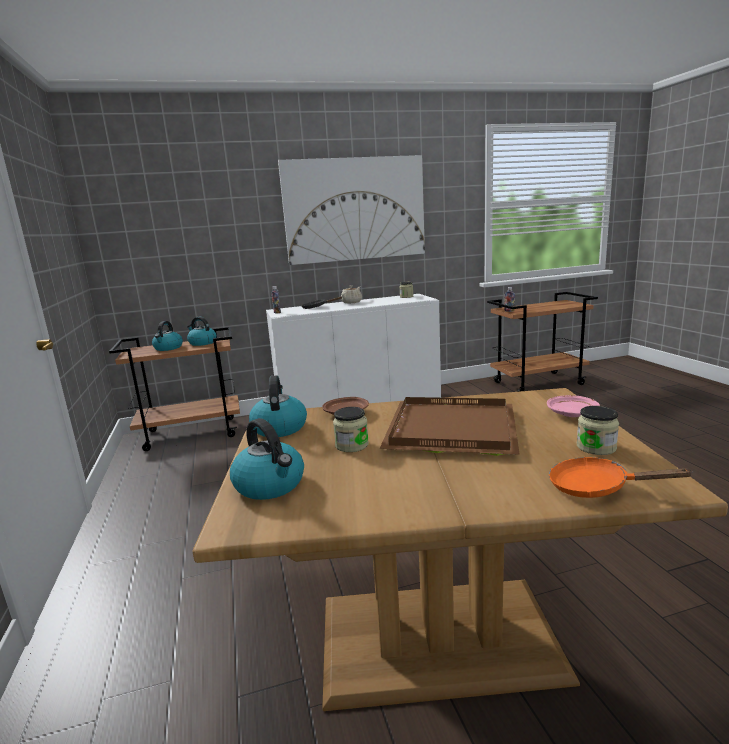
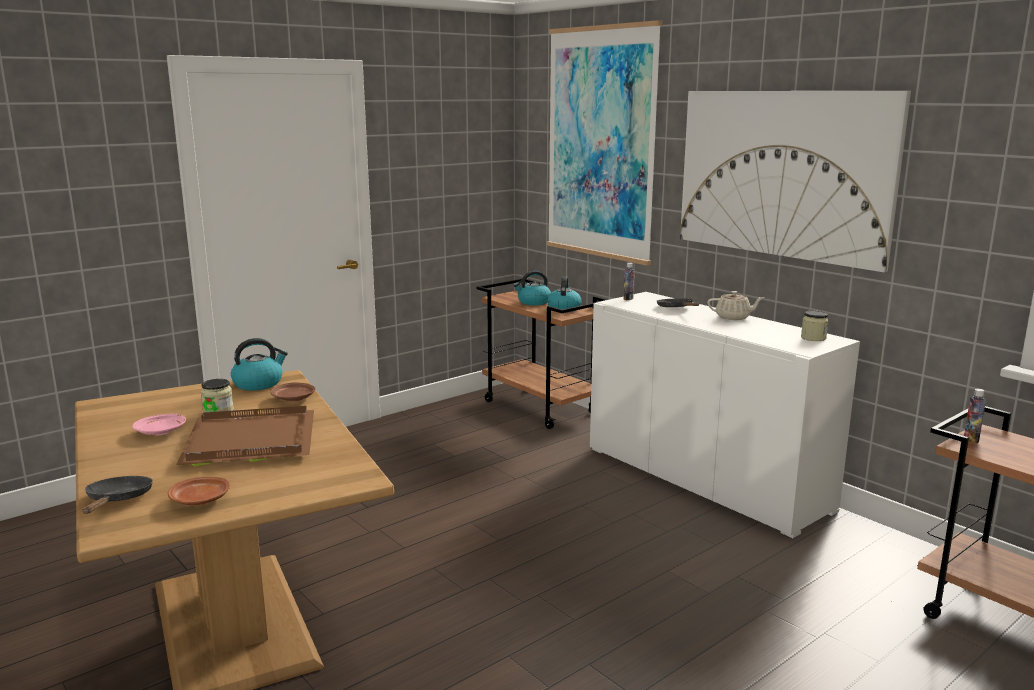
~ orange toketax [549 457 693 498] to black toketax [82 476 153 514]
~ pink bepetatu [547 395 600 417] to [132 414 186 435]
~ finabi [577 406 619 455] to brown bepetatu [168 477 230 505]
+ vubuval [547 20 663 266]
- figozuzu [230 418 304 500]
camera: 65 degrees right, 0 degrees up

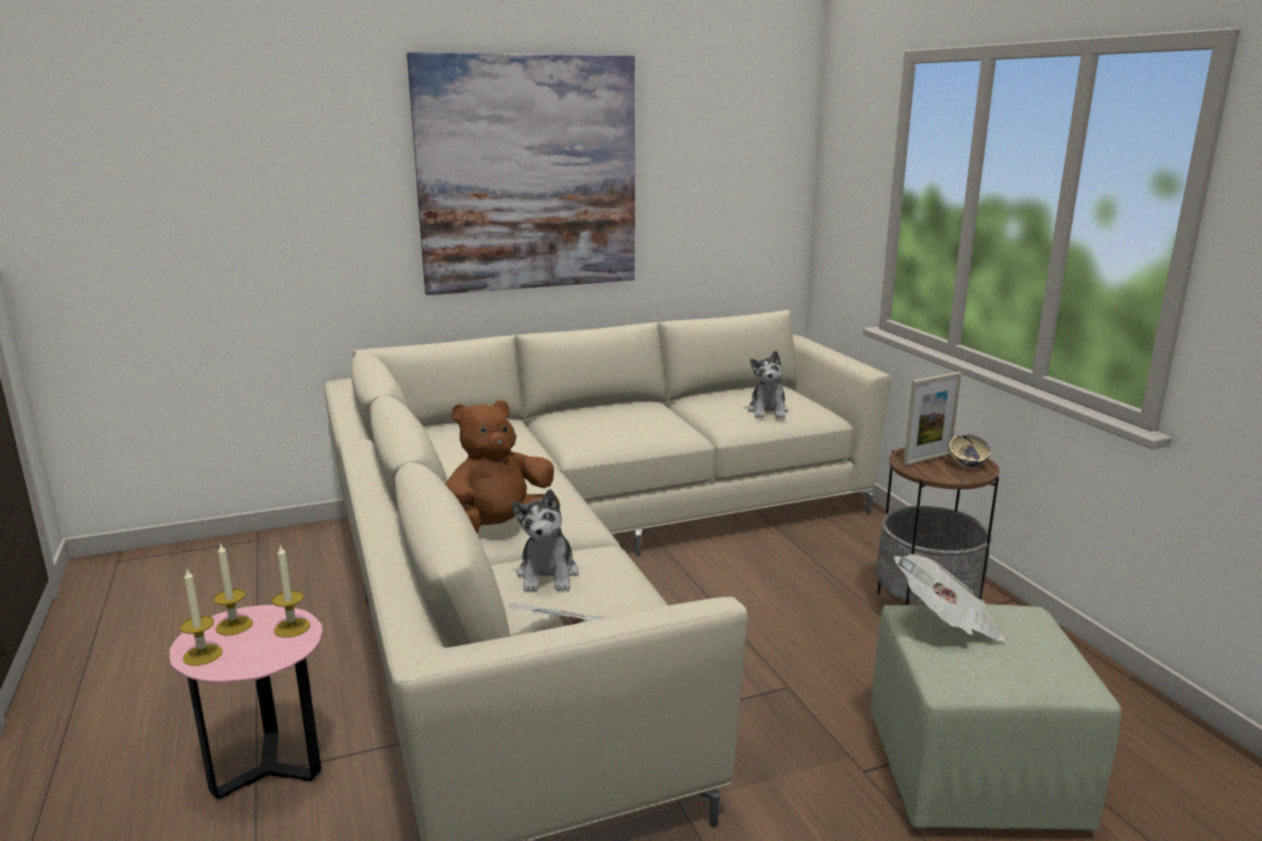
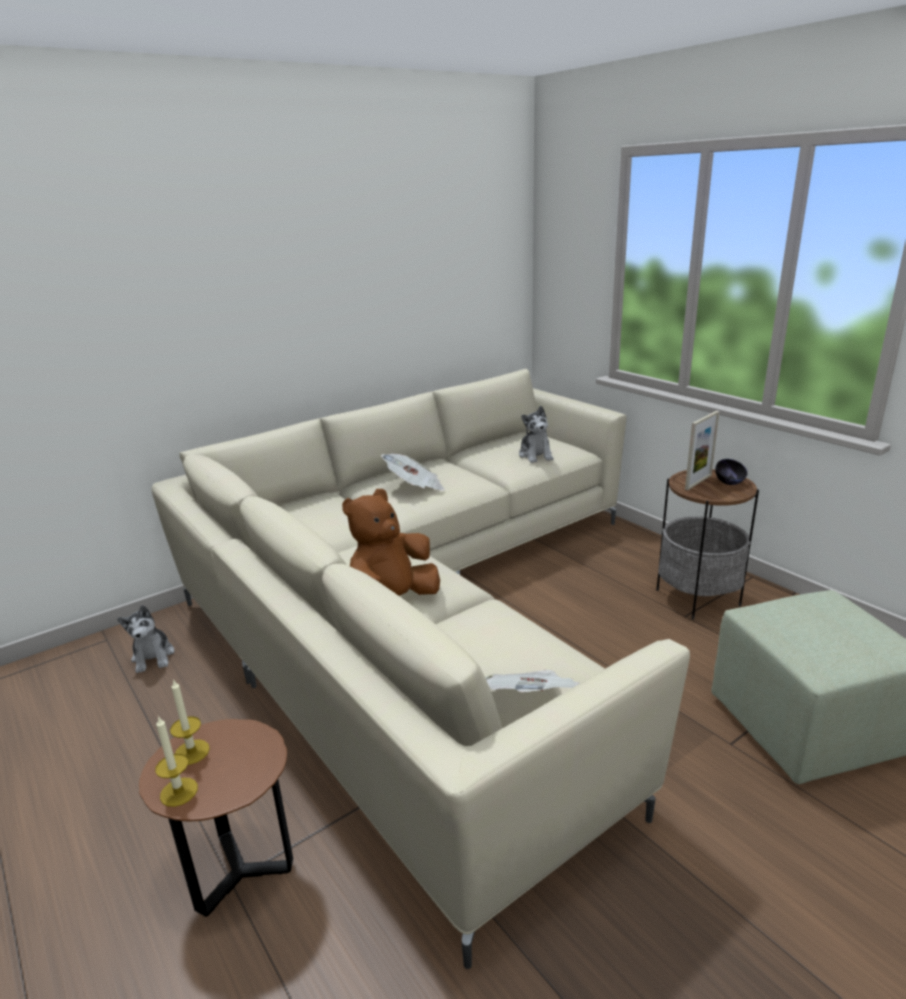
~ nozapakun [512 489 579 592] to [117 605 175 673]
~ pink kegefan [169 605 323 799] to brown kegefan [139 719 293 917]
~ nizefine [894 554 1006 642] to [381 454 445 491]
~ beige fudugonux [949 434 990 468] to black fudugonux [715 459 748 485]
- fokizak [272 544 310 638]
- vubuval [407 52 635 295]
camera: 15 degrees left, 5 degrees up

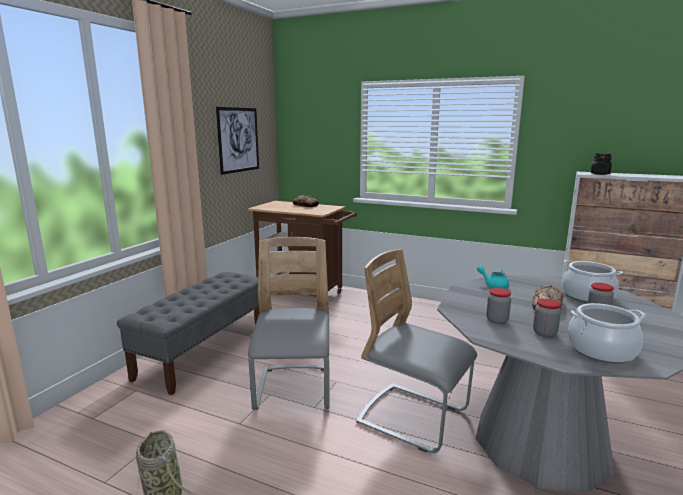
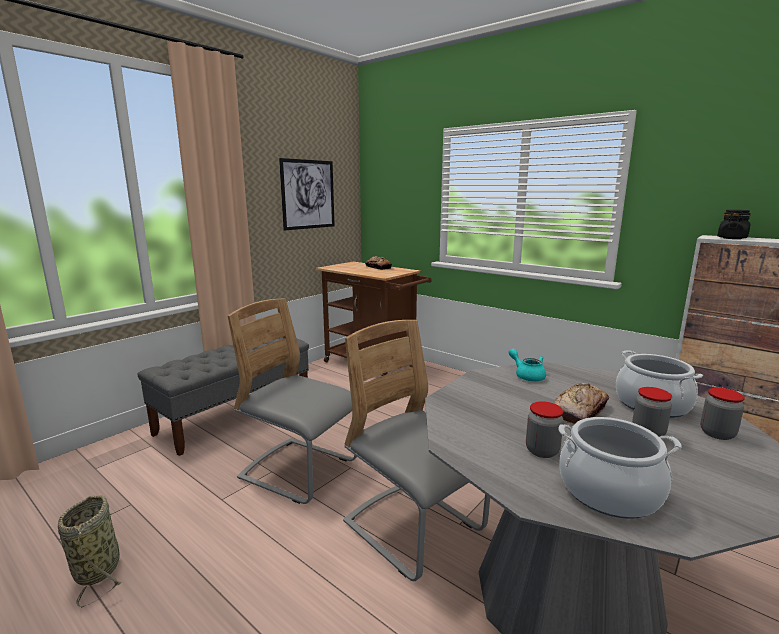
~ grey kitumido [248 237 330 410] = [228 298 357 504] 75 degrees counterclockwise
~ finabi [486 288 511 324] to [701 388 745 440]
camera: 15 degrees right, 0 degrees up

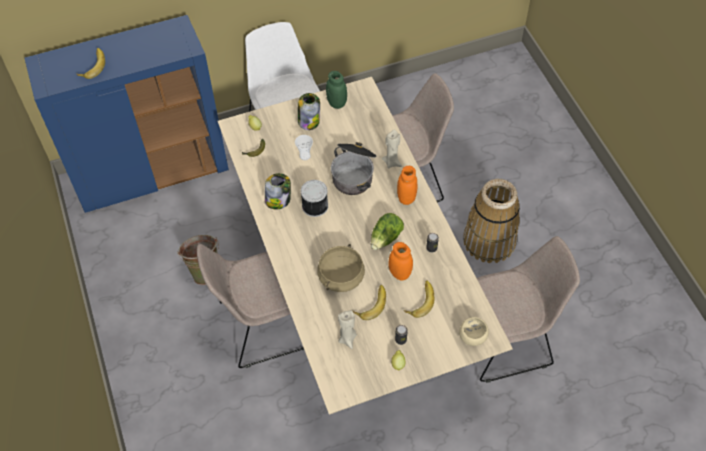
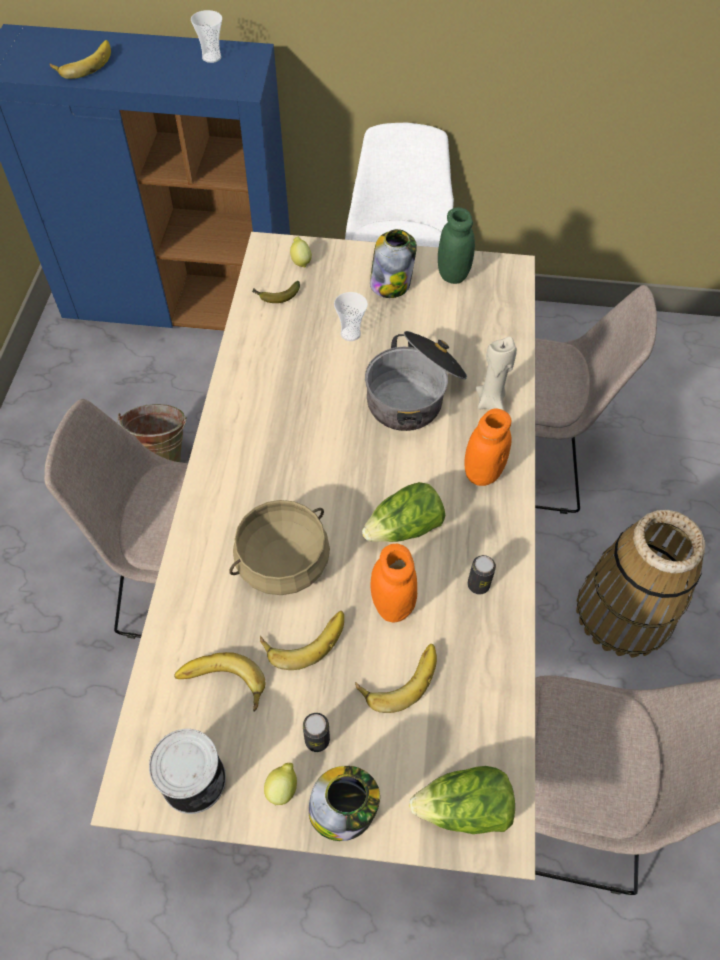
~ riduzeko [301 180 328 217] to [149 729 226 814]
~ beige fokizak [338 310 357 349] to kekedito [174 652 265 712]
+ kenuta [191 10 222 63]
~ finabi [265 173 291 210] to [308 766 380 841]
~ beige fudugonux [459 317 489 346] to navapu [409 766 515 834]
camera: 25 degrees right, 0 degrees up

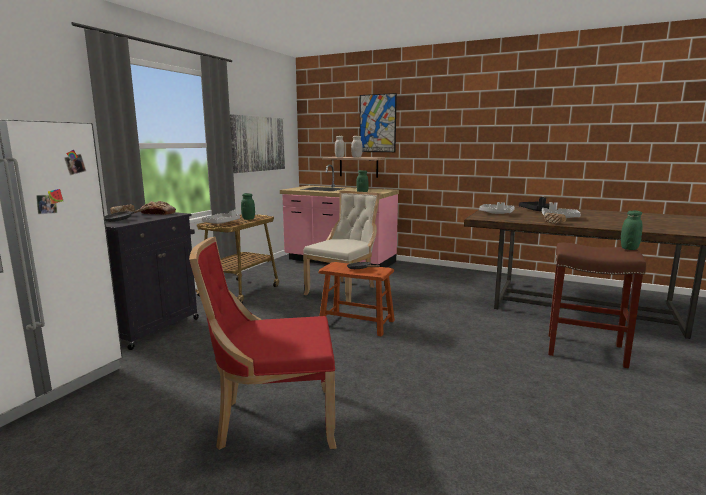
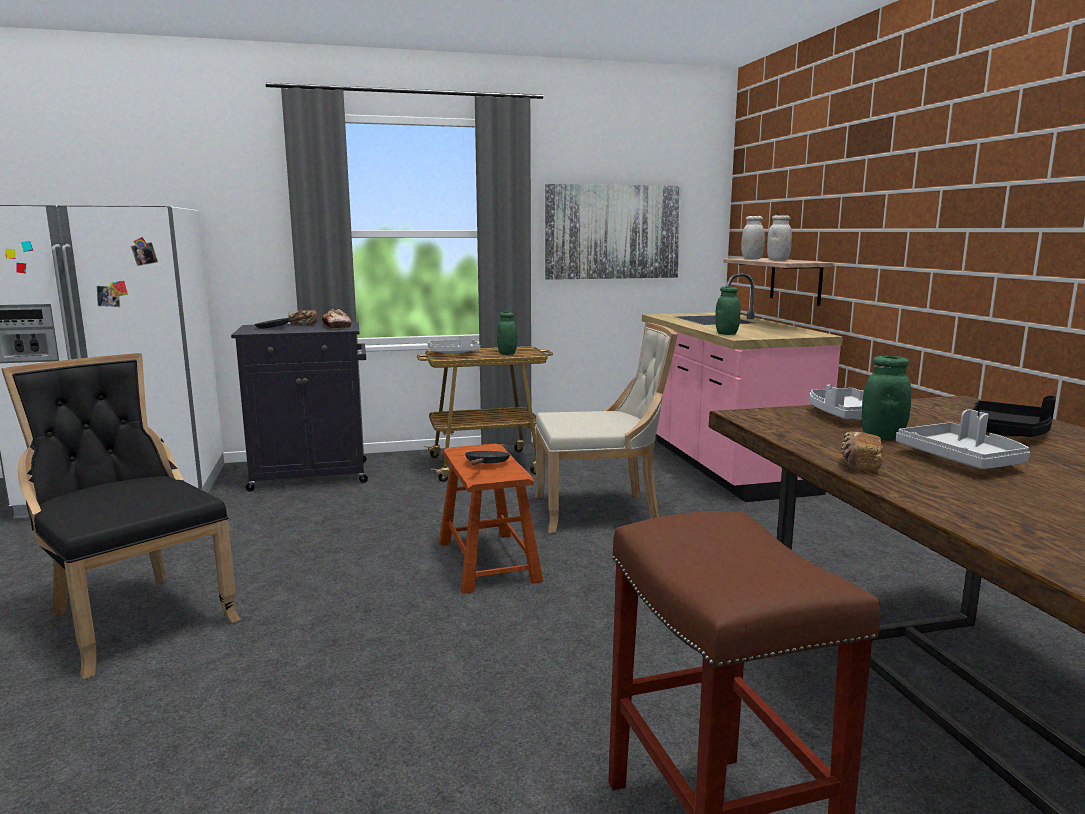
~ red kitumido [189 237 336 450] to black kitumido [1 353 241 679]
~ green finabi [621 211 643 250] to [861 356 911 440]
- vubuval [360 93 397 152]
camera: 50 degrees right, 0 degrees up

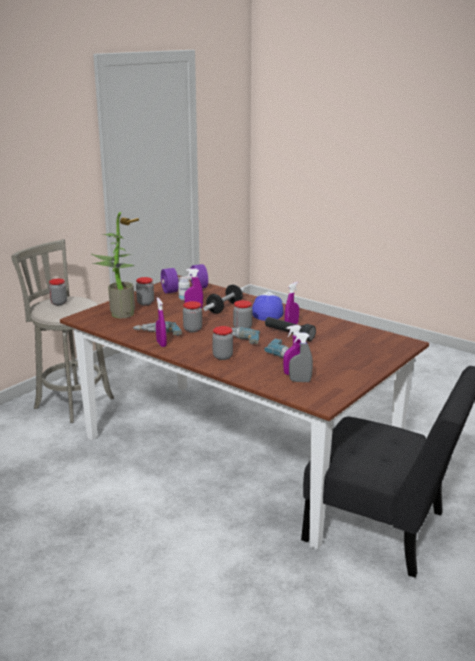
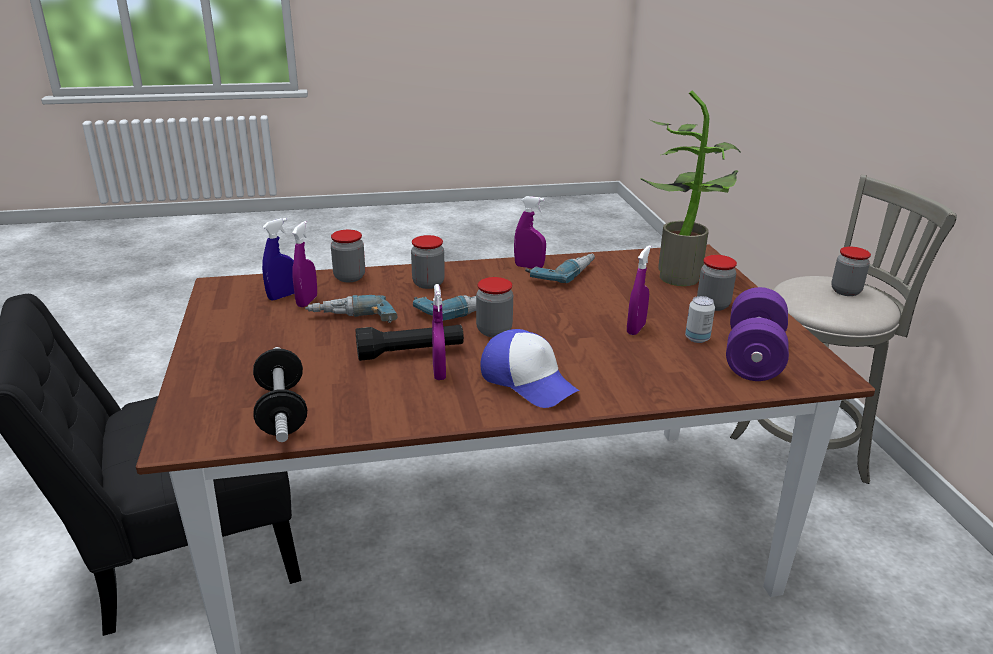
~ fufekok [203 285 245 314] to [253 347 307 442]
~ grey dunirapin [289 332 313 382] to blue dunirapin [262 218 294 301]
~ finabi [183 301 202 332] to [331 230 365 282]
camera: 130 degrees right, 5 degrees up

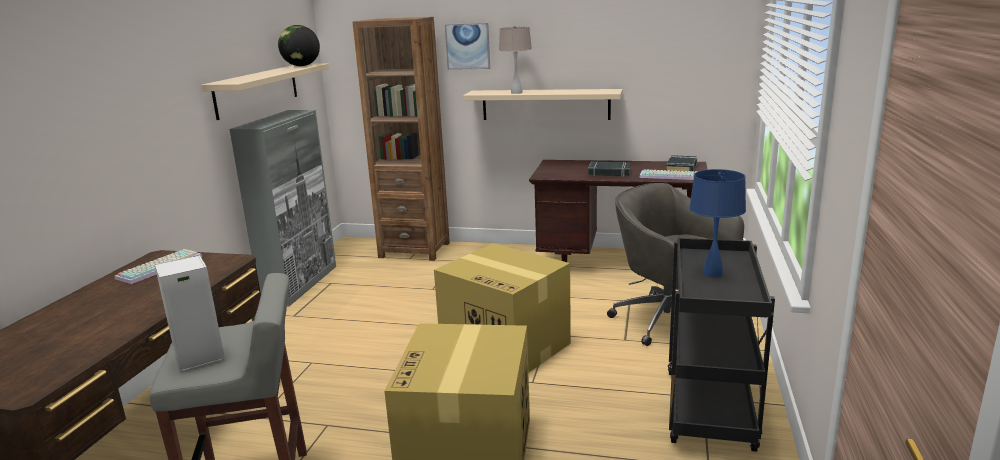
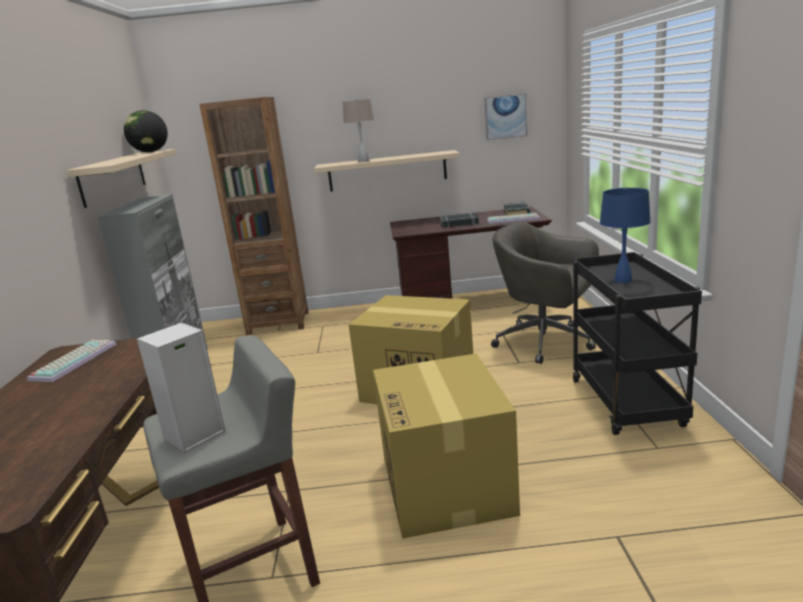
~ vubuval [445 23 490 70] to [485 93 527 140]
camera: 15 degrees left, 0 degrees up

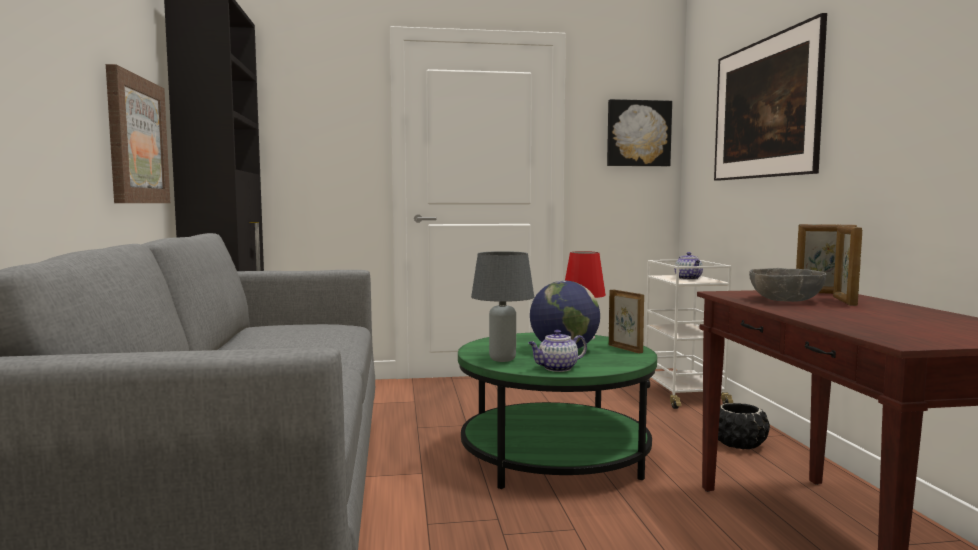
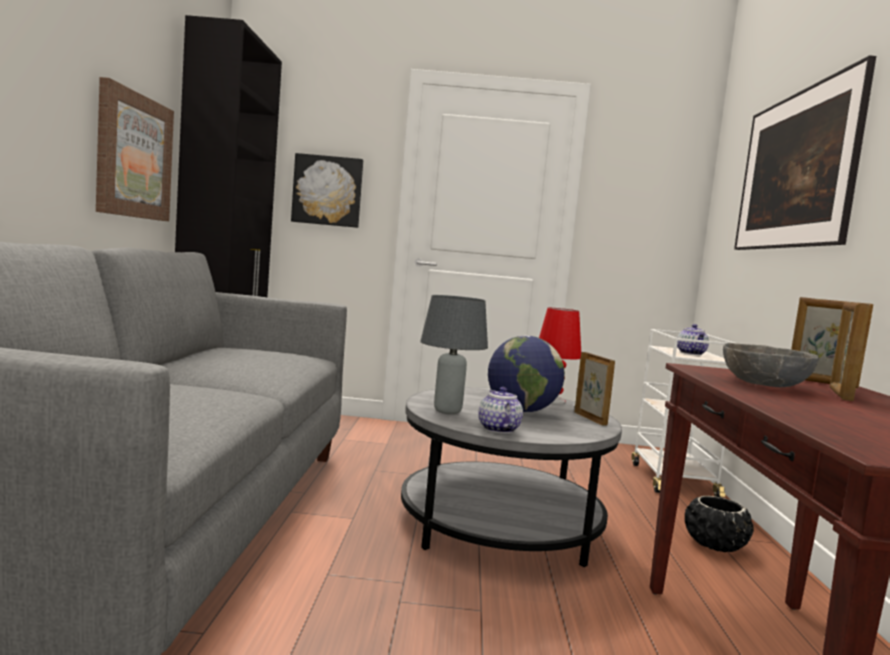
~ vubuval [607 99 672 166] to [291 153 363 228]
~ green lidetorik [458 333 657 489] to grey lidetorik [401 387 622 567]
~ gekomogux [528 330 587 372] = [478 387 523 433] 90 degrees clockwise
camera: 10 degrees right, 0 degrees up

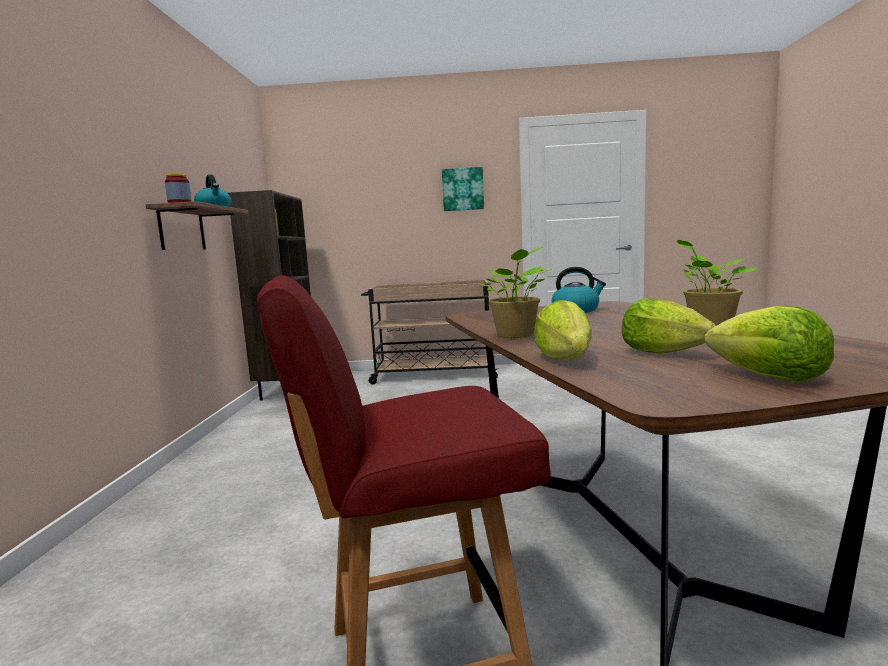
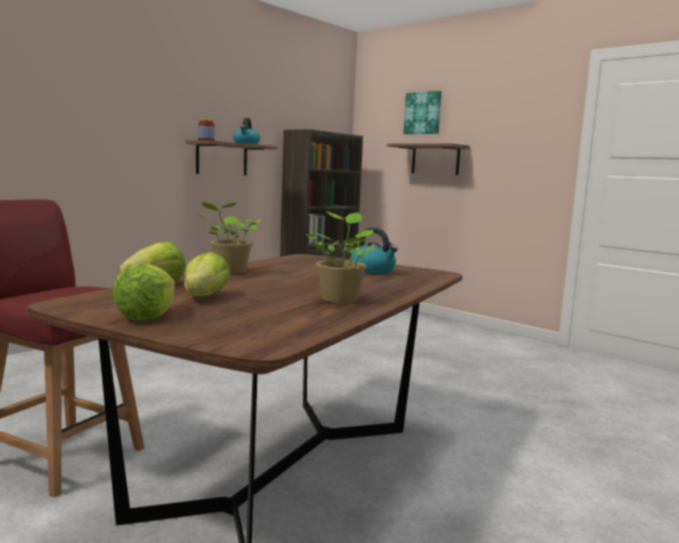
+ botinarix [387 143 470 175]
~ vubuval [442 167 484 211] to [403 91 442 134]
- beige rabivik [361 280 498 384]
camera: 40 degrees right, 0 degrees up

